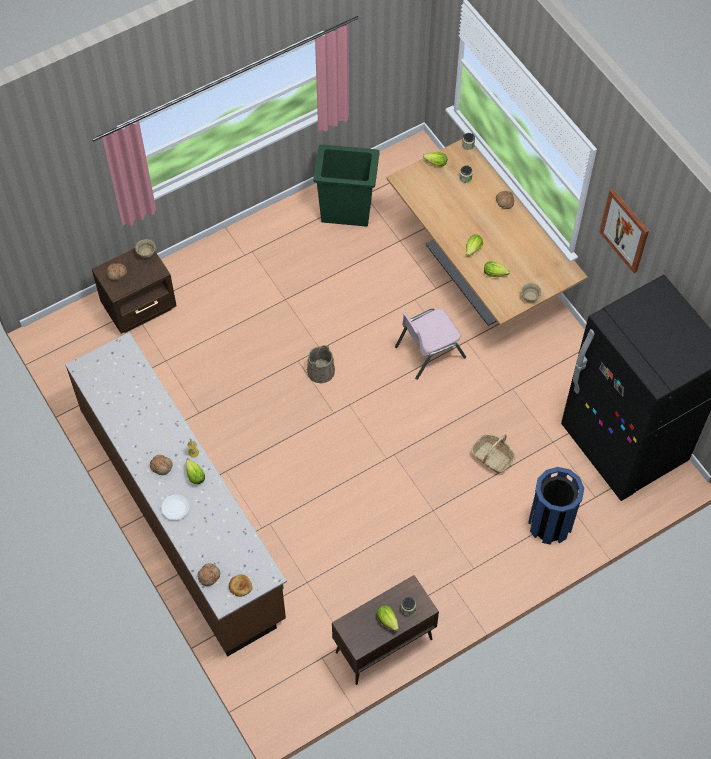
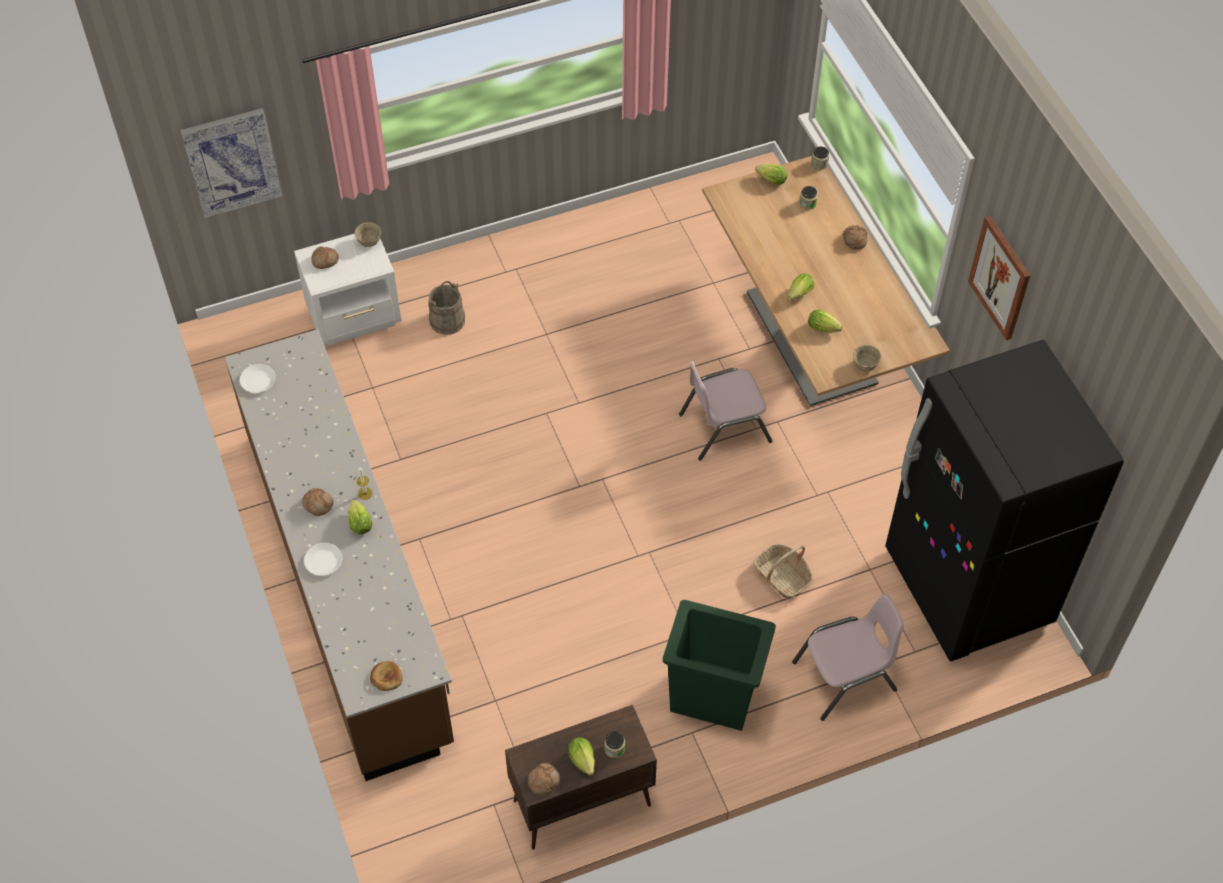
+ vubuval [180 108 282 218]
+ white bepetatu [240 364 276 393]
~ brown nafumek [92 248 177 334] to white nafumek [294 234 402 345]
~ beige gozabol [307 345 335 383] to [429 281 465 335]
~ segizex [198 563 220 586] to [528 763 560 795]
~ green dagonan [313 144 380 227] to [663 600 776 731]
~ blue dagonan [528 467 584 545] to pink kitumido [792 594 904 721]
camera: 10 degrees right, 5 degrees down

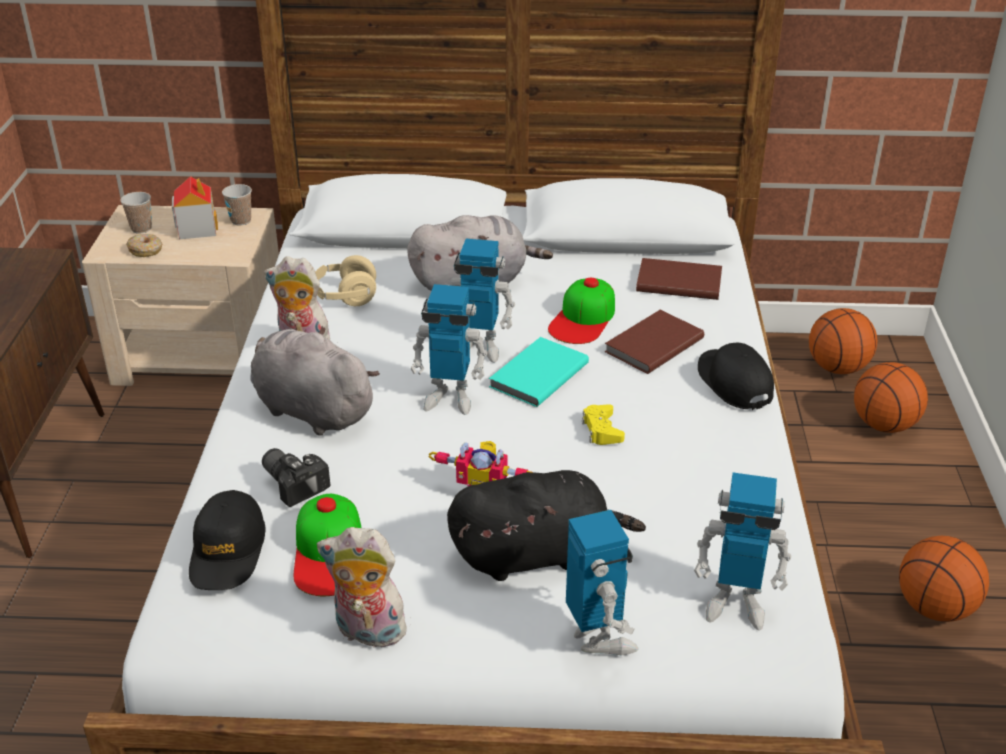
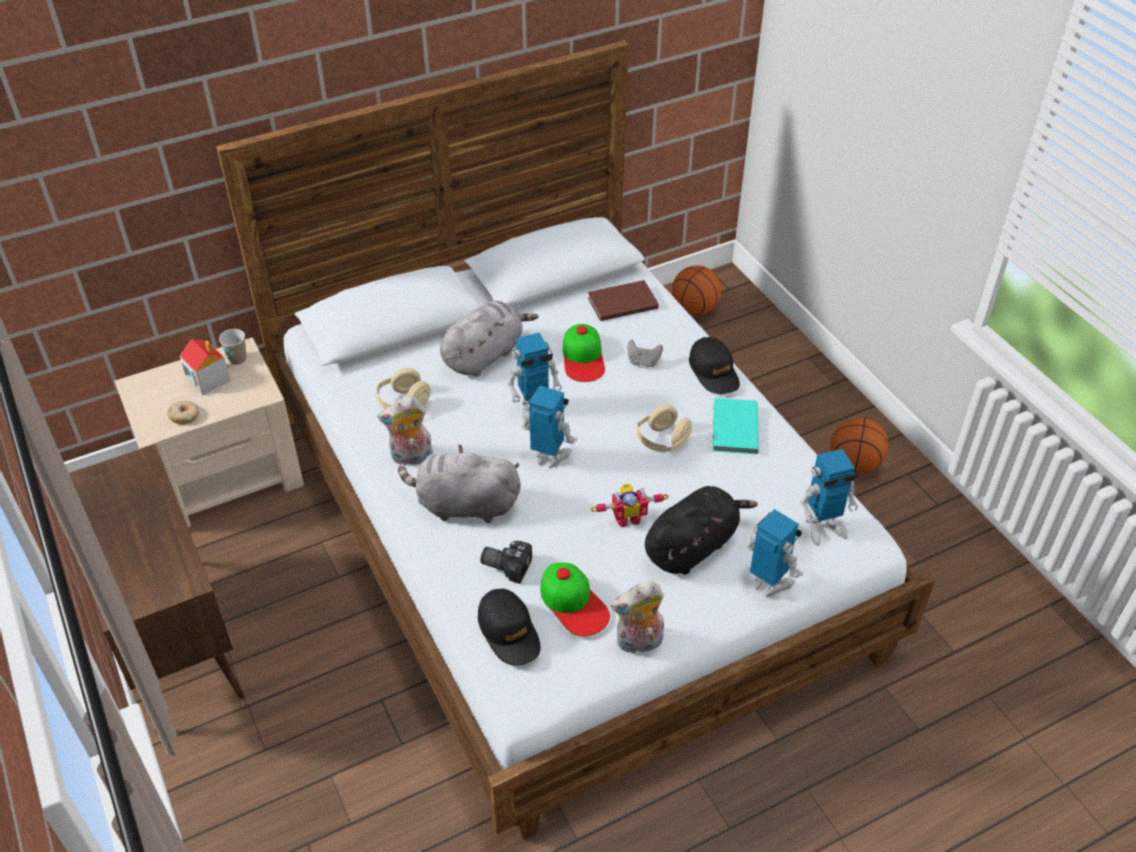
~ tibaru [411 284 487 415] = [521 386 578 468] 135 degrees counterclockwise
~ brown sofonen [604 310 704 374] to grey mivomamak [628 340 663 367]
~ yellow mivomamak [582 404 625 445] to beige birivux [637 405 692 453]
~ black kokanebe [698 343 774 410] = [689 337 740 394] 150 degrees counterclockwise
~ turquoise sofonen [489 337 589 407] to [713 398 759 454]
- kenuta [120 192 152 234]
- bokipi [854 362 928 433]
camera: 30 degrees left, 10 degrees up

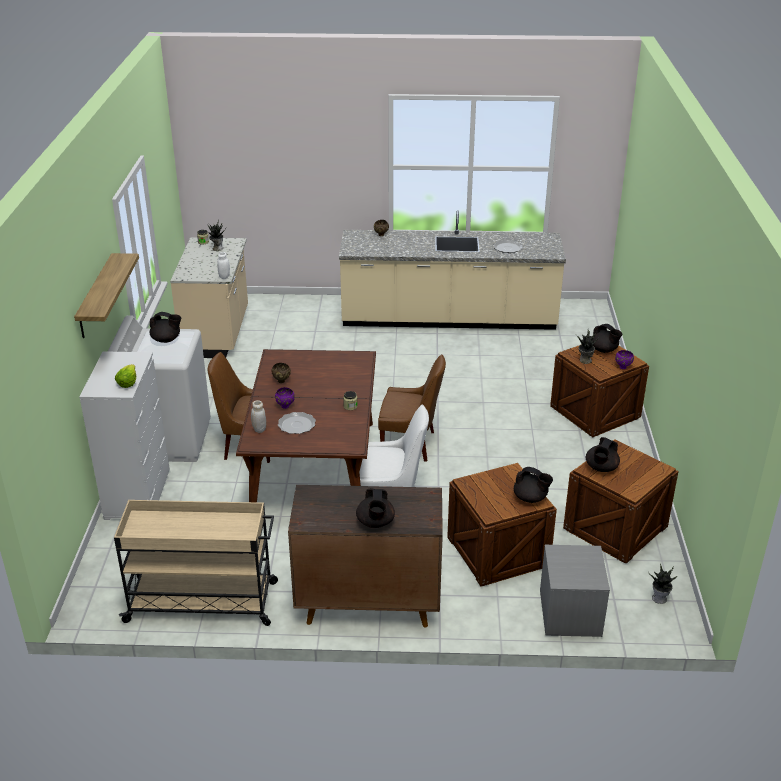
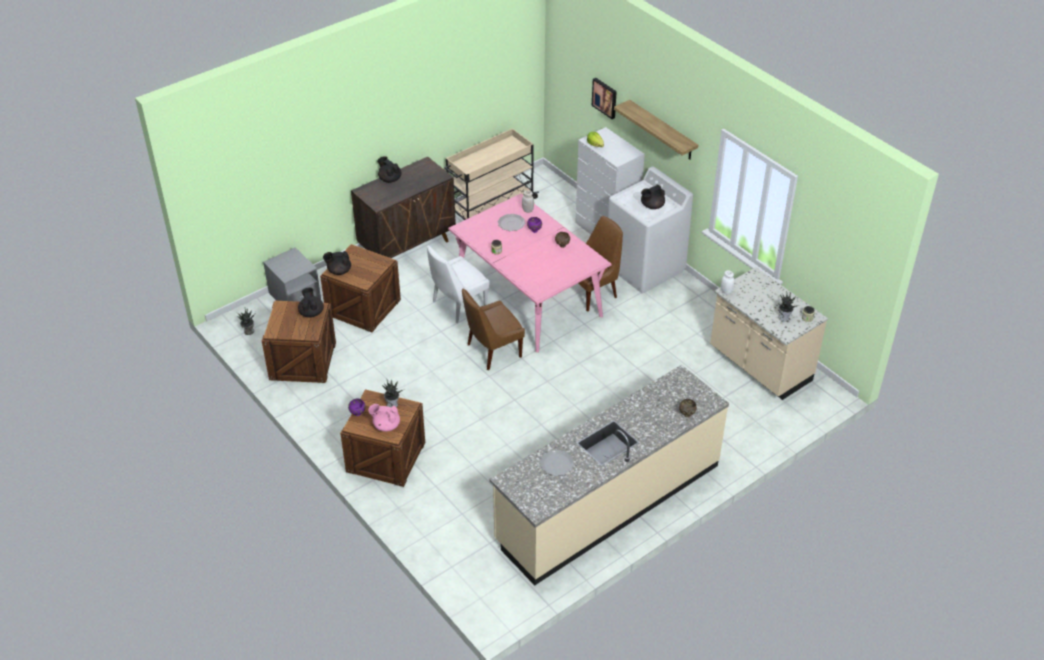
~ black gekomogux [593 324 622 353] to pink gekomogux [368 404 400 432]
~ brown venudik [236 349 376 502] to pink venudik [448 193 611 353]
+ vubuval [592 78 617 119]
camera: 140 degrees right, 10 degrees up

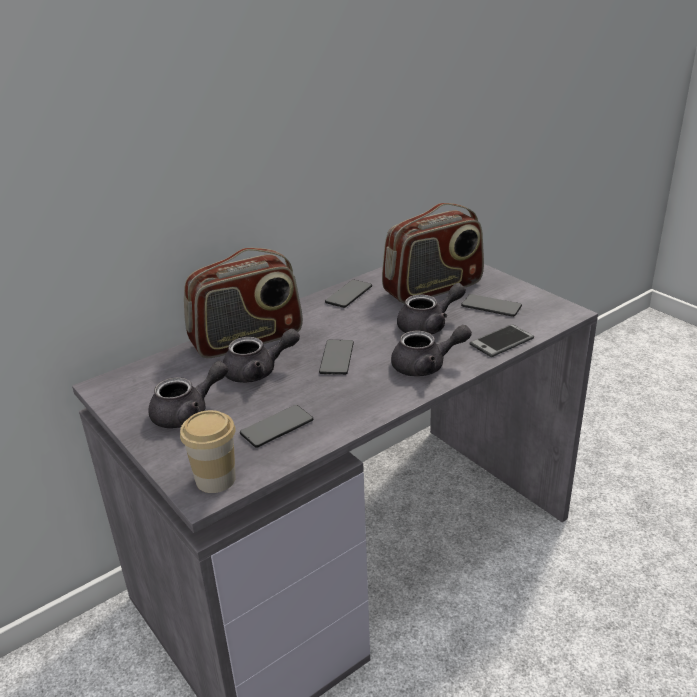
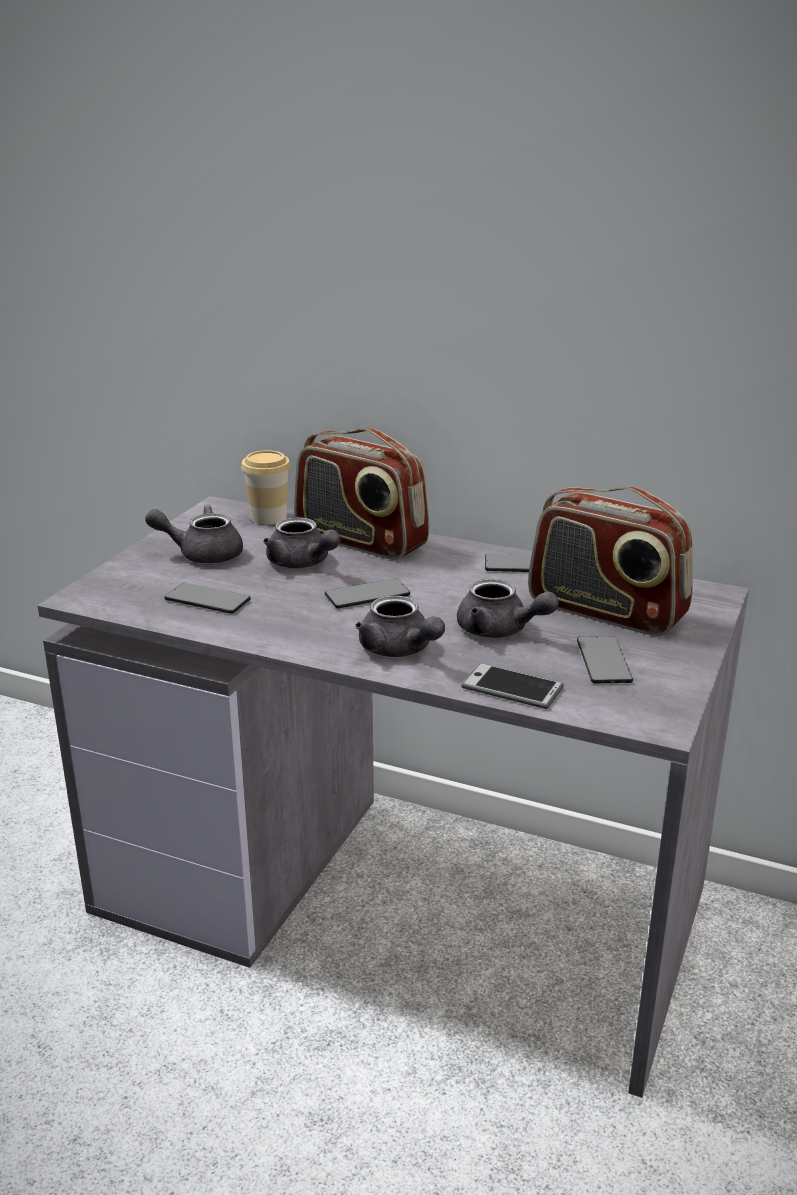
~ grey gekomogux [148 361 228 429] = [145 504 243 563] 150 degrees clockwise
~ kenuta [180 410 236 493] to [241 450 290 525]
camera: 60 degrees right, 5 degrees down

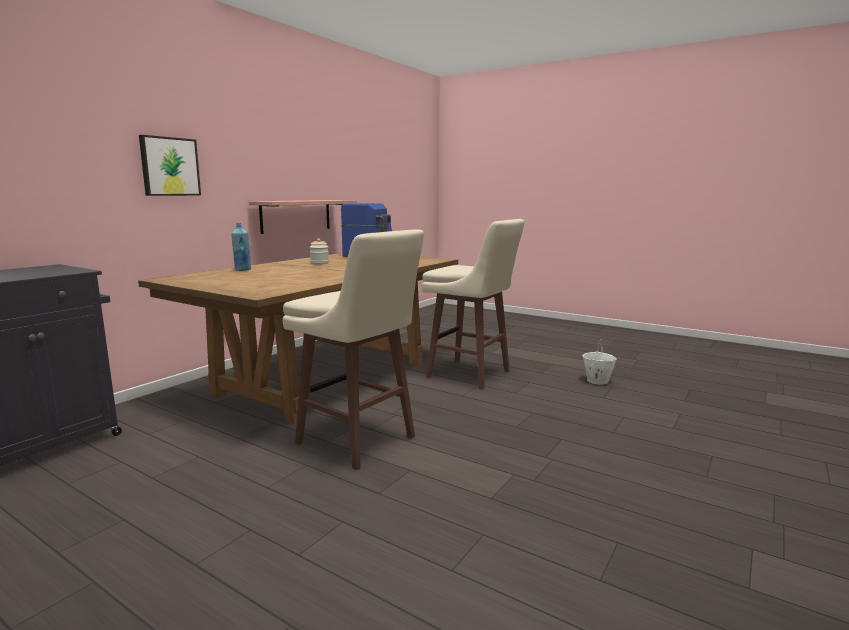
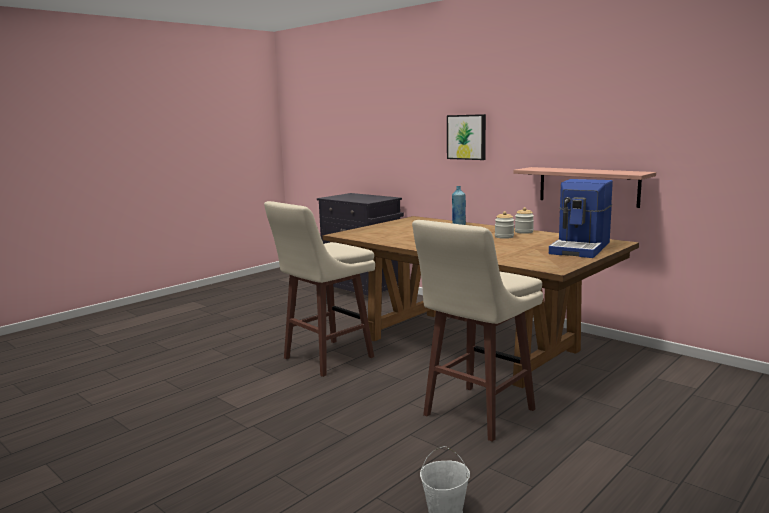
+ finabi [515 207 534 234]
camera: 100 degrees right, 0 degrees up

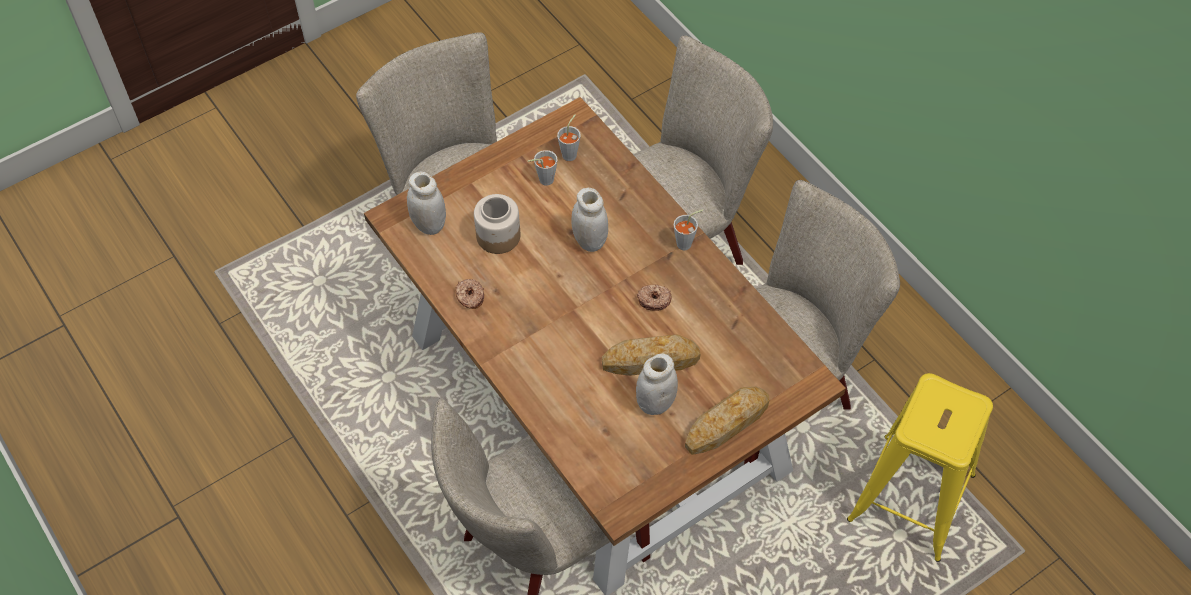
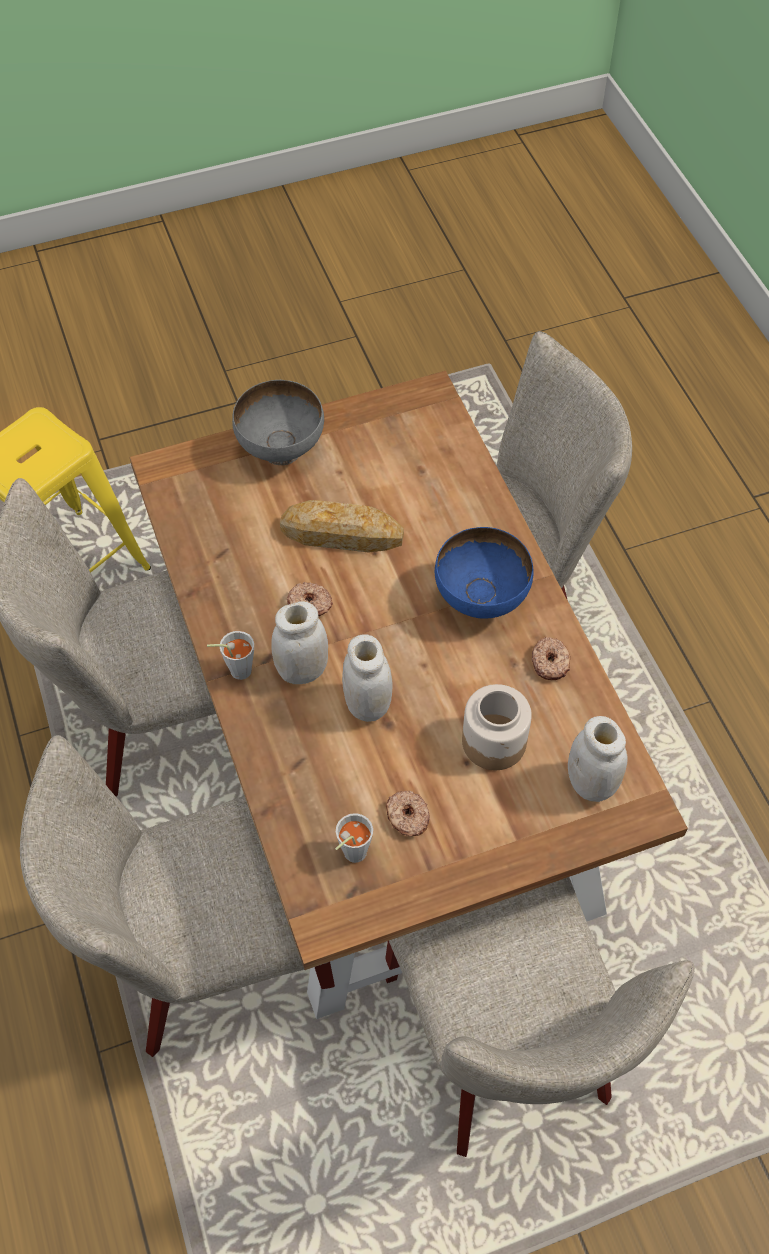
~ segizex [685 387 769 455] to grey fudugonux [232 380 324 465]
~ white finabi [636 354 678 415] to [272 601 328 684]
~ grey kenuta [527 150 557 186] to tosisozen [386 790 430 837]
+ blue fudugonux [435 527 534 619]
camera: 165 degrees left, 0 degrees up

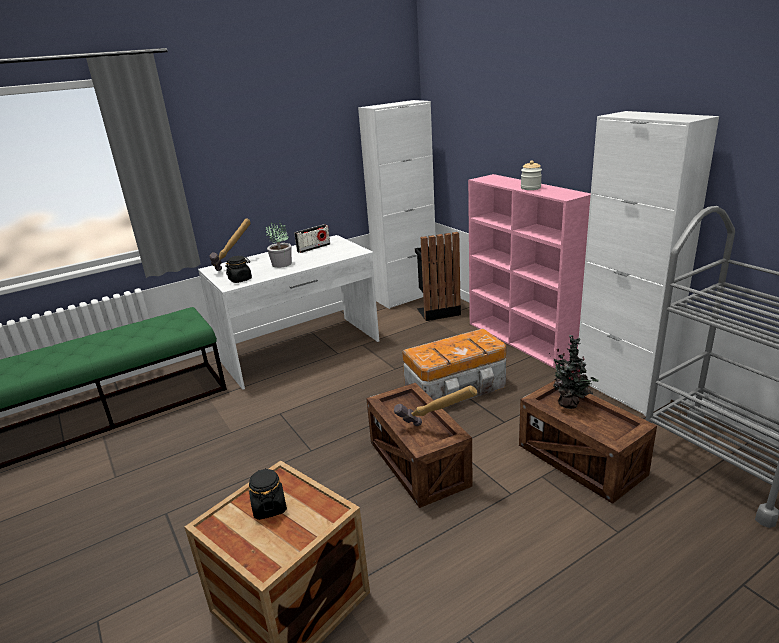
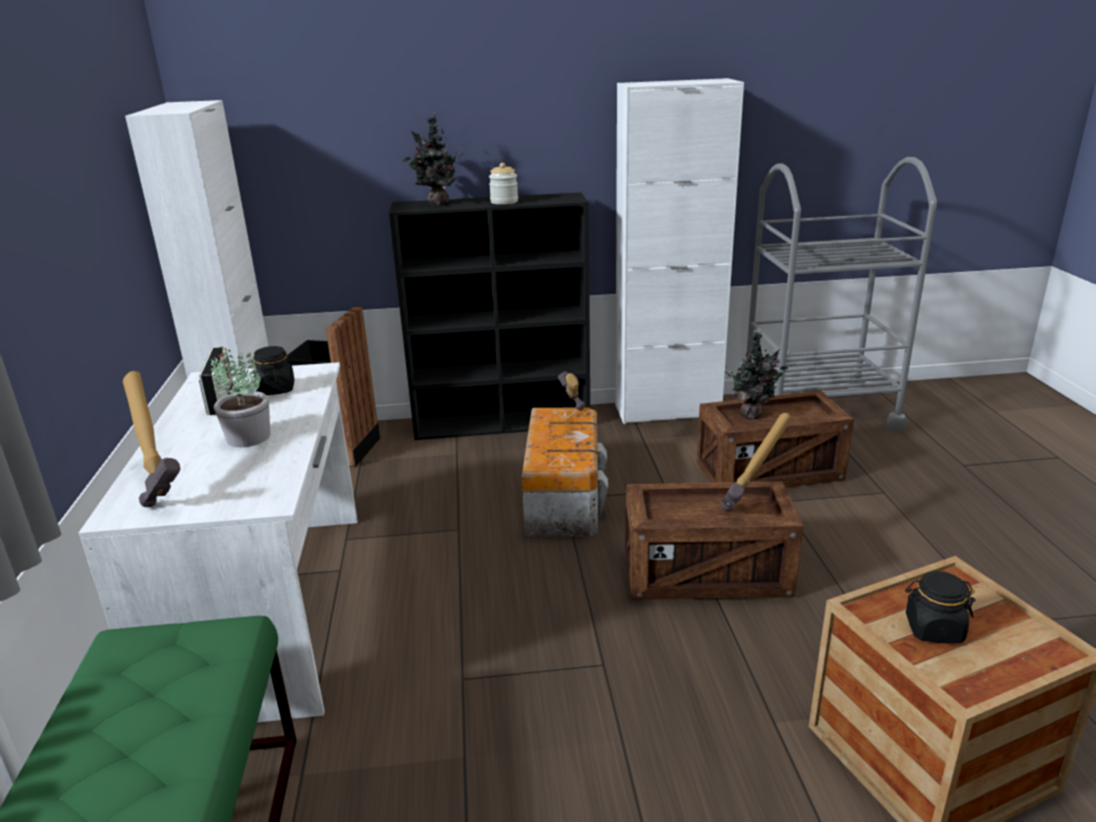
~ black finabi [225 256 252 283] to [254 346 295 395]
~ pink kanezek [468 174 591 369] to black kanezek [389 192 590 440]
+ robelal [402 112 463 206]
+ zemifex [558 372 585 410]
camera: 65 degrees left, 0 degrees up

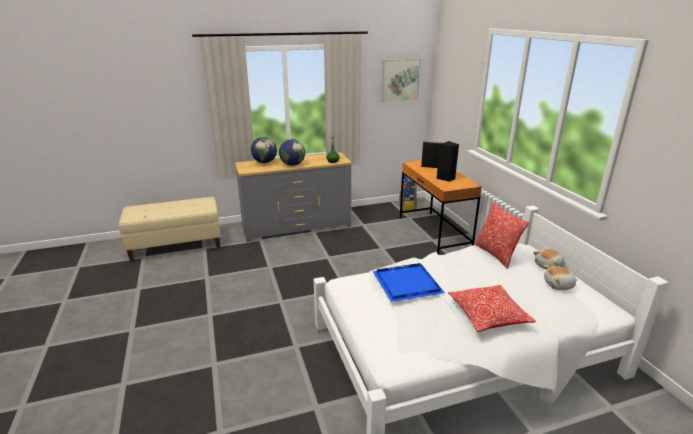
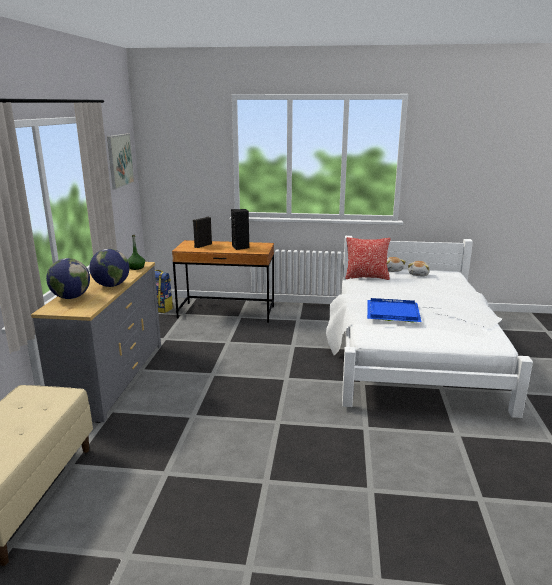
- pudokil [448 285 536 332]
camera: 65 degrees left, 5 degrees down

